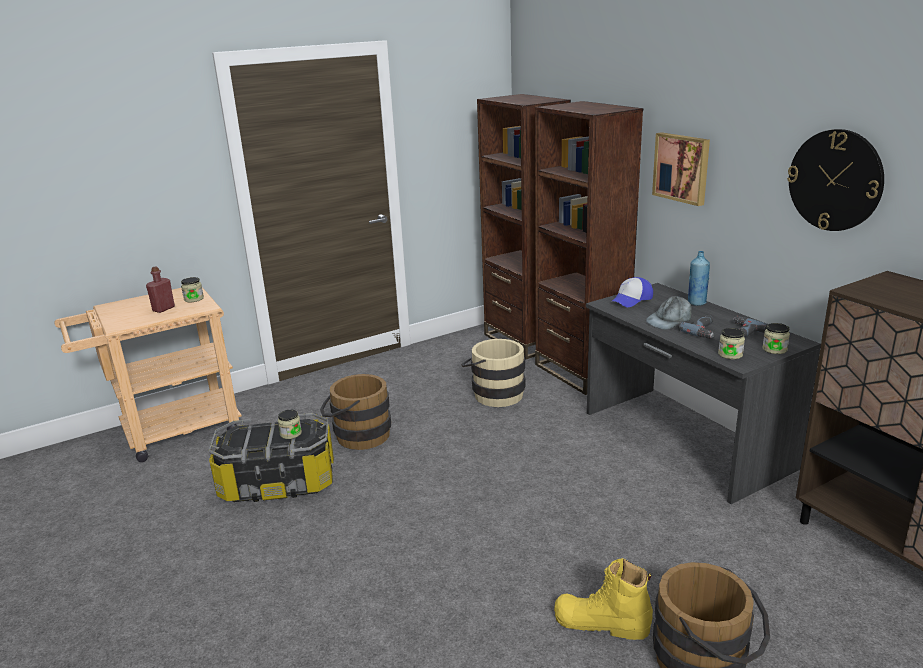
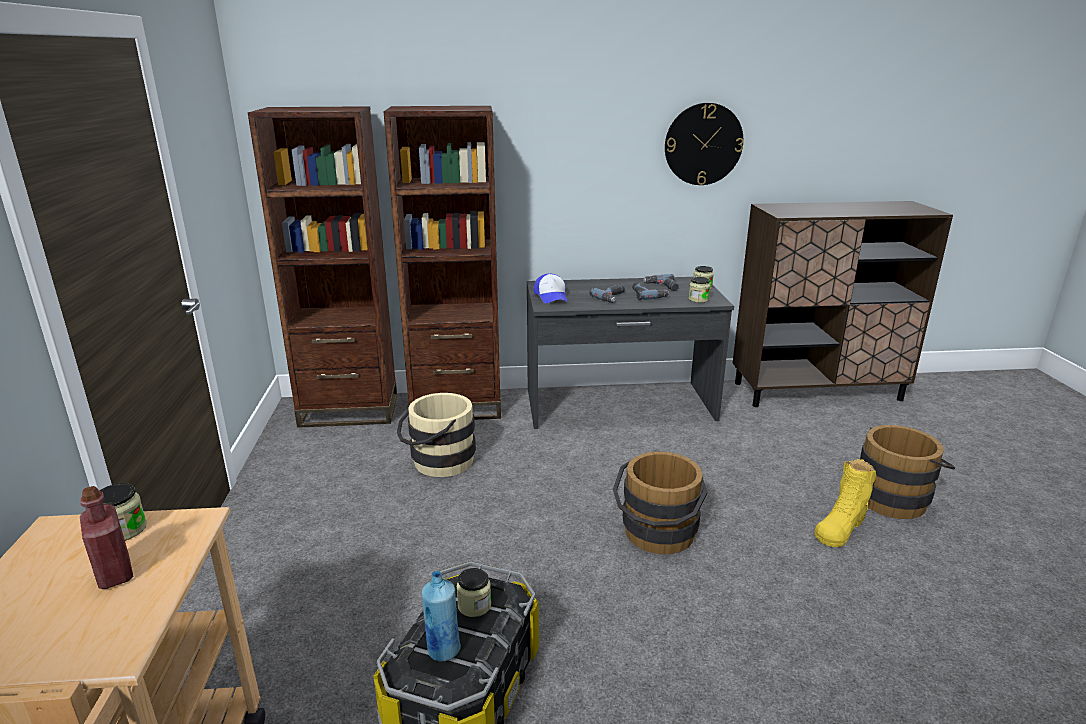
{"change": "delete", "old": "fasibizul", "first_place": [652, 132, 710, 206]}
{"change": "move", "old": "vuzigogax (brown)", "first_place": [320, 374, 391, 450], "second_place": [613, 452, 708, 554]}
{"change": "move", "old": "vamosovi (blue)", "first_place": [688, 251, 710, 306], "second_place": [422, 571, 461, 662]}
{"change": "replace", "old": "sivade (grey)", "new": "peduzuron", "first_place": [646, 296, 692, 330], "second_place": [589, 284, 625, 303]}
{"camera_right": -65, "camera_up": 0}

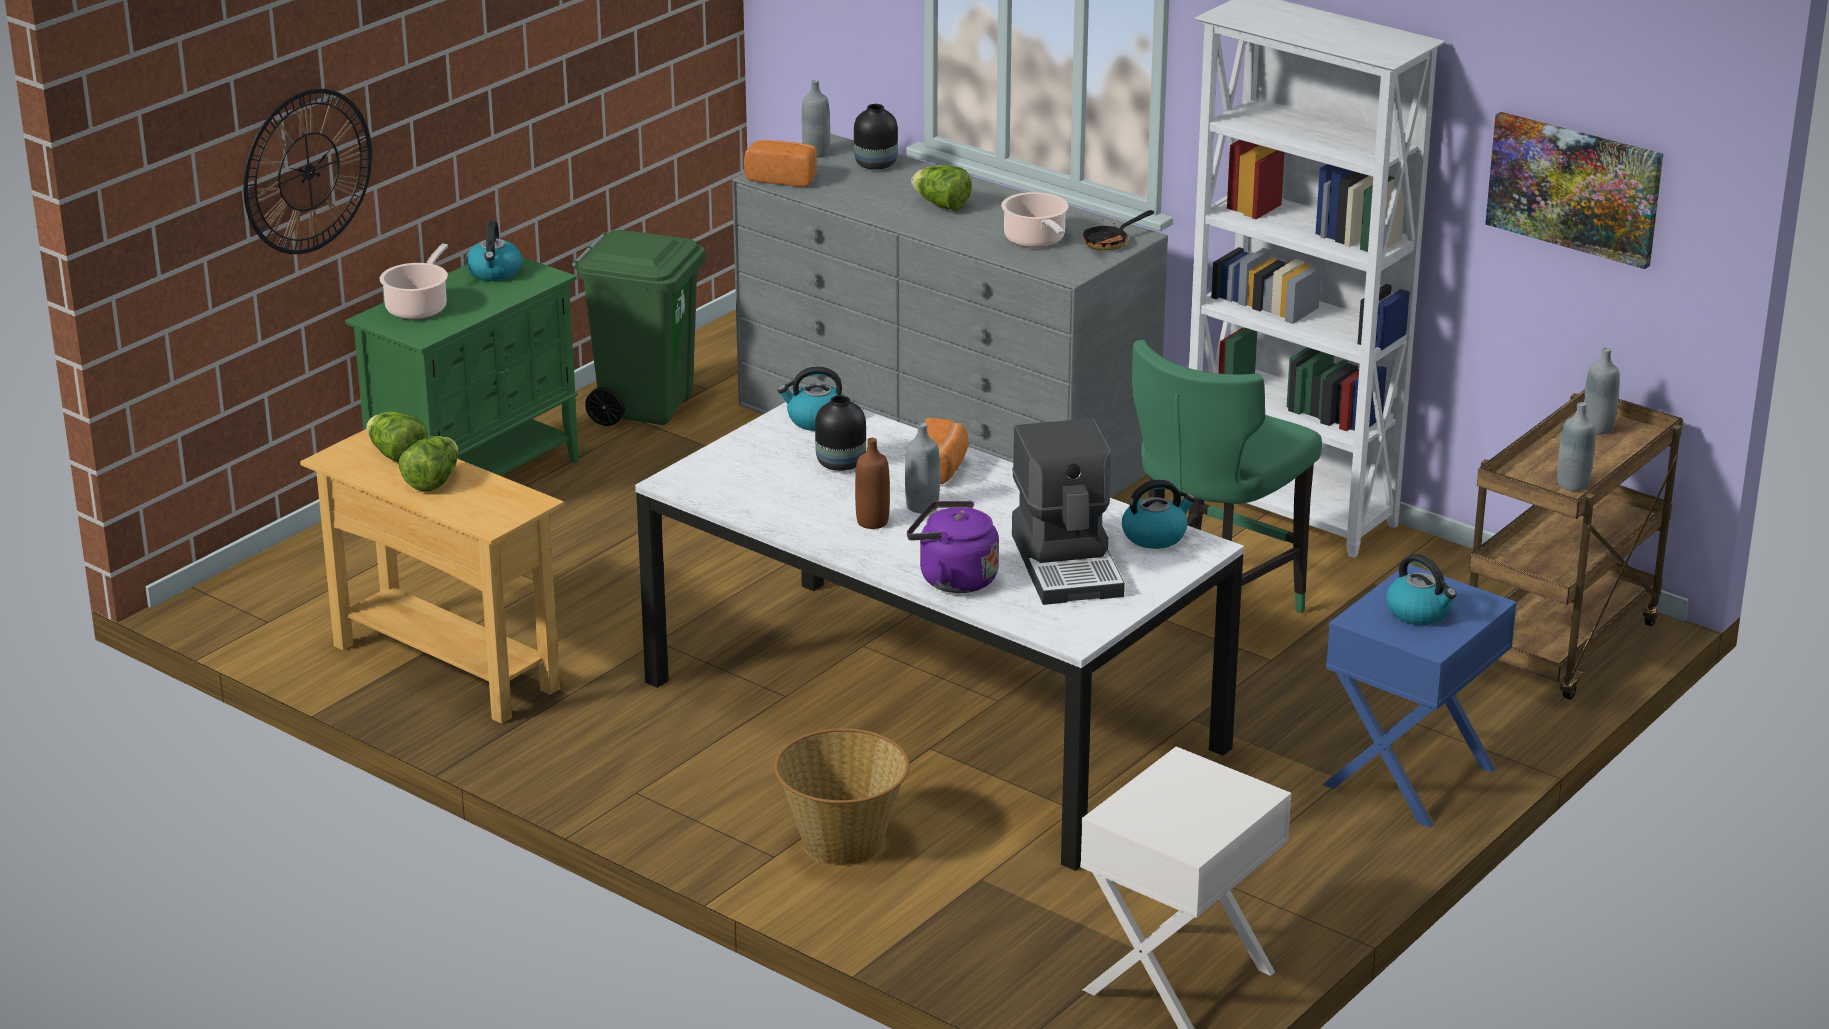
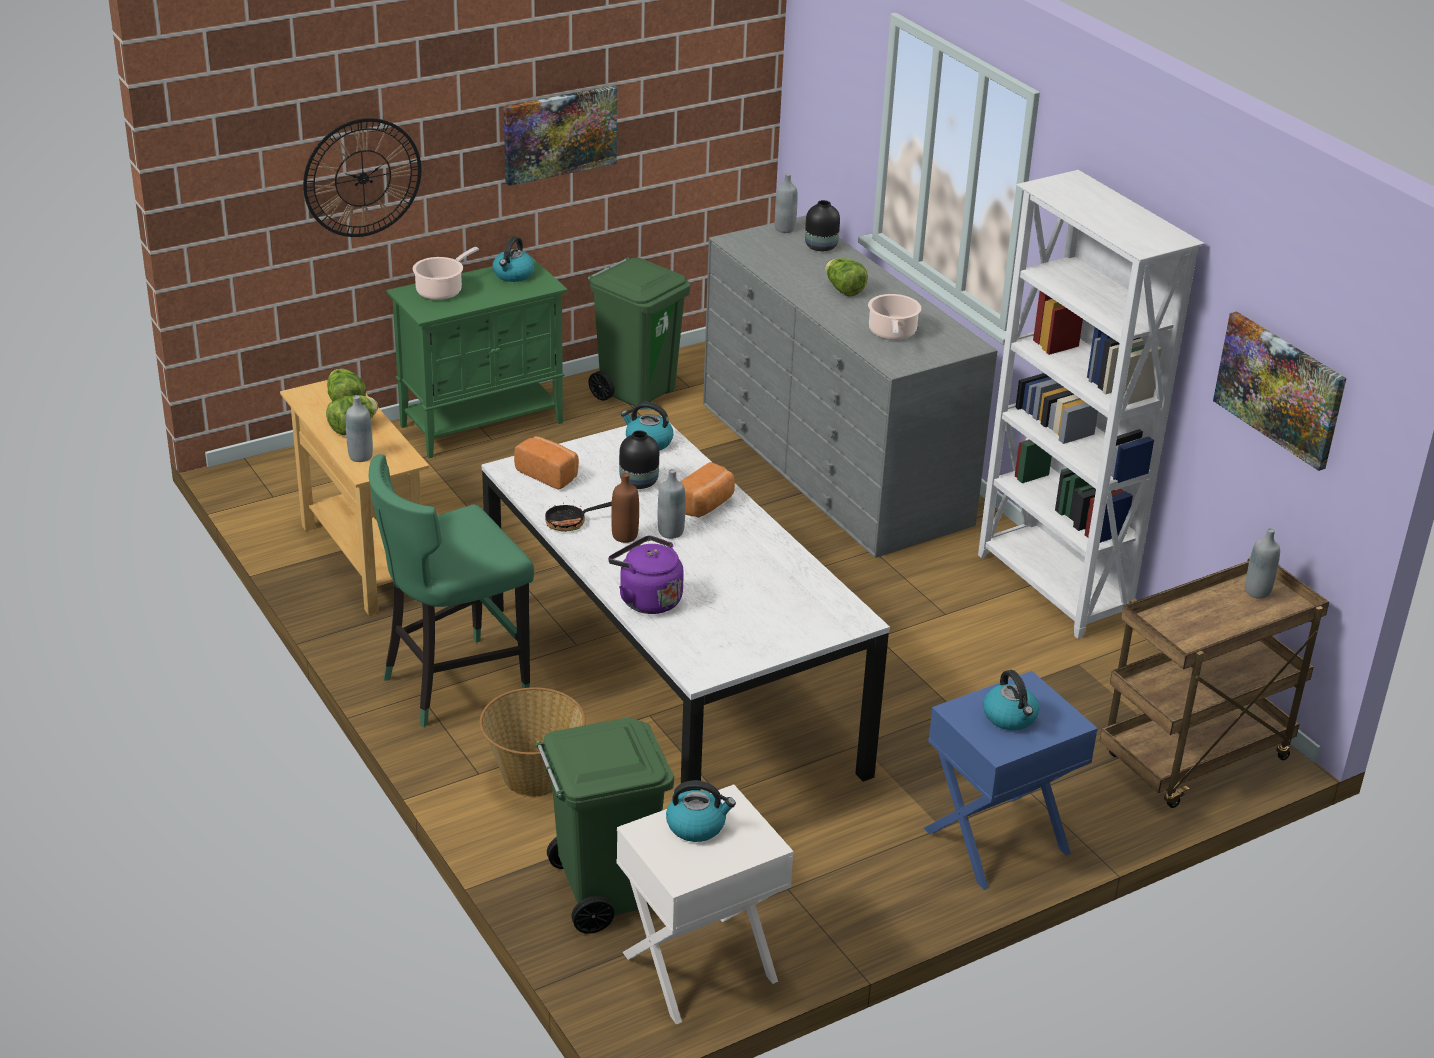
{"change": "delete", "old": "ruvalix", "first_place": [1012, 418, 1125, 605]}
{"change": "insert", "new": "fasibizul", "second_place": [503, 86, 617, 186]}
{"change": "insert", "new": "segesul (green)", "second_place": [536, 718, 674, 934]}
{"change": "move", "old": "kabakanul", "first_place": [744, 140, 817, 187], "second_place": [514, 436, 579, 489]}
{"change": "move", "old": "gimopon", "first_place": [1083, 210, 1154, 250], "second_place": [545, 501, 612, 532]}
{"change": "move", "old": "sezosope", "first_place": [1122, 480, 1196, 549], "second_place": [666, 781, 736, 842]}
{"change": "move", "old": "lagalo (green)", "first_place": [1132, 340, 1322, 613], "second_place": [369, 454, 534, 727]}
{"change": "move", "old": "vamosovi (grey)", "first_place": [1557, 402, 1595, 491], "second_place": [346, 395, 373, 462]}
{"camera_right": 20, "camera_up": 5}

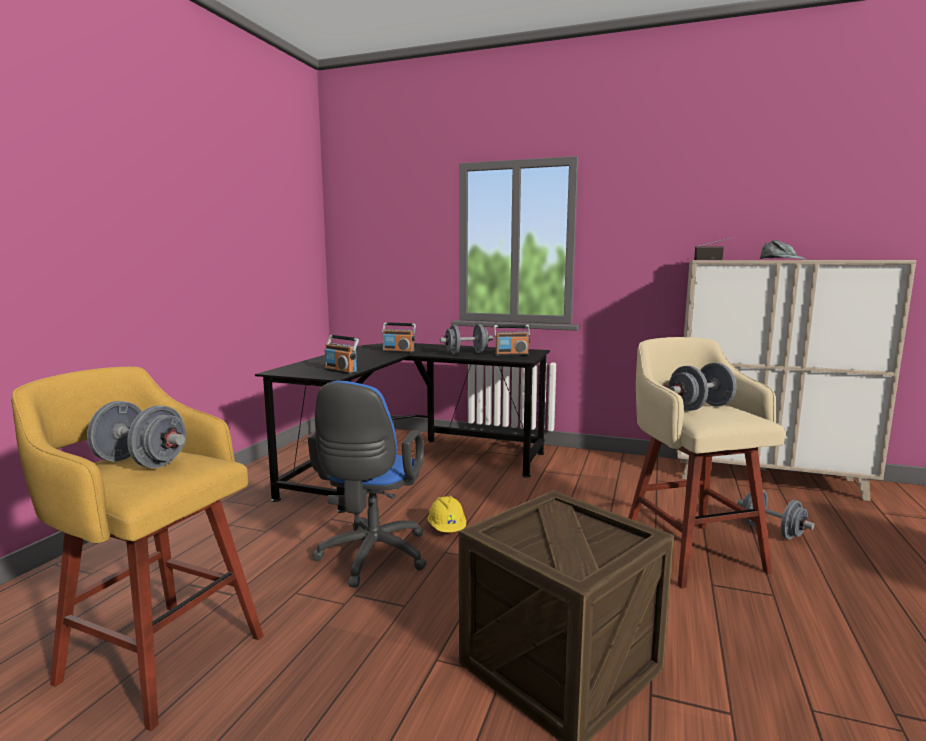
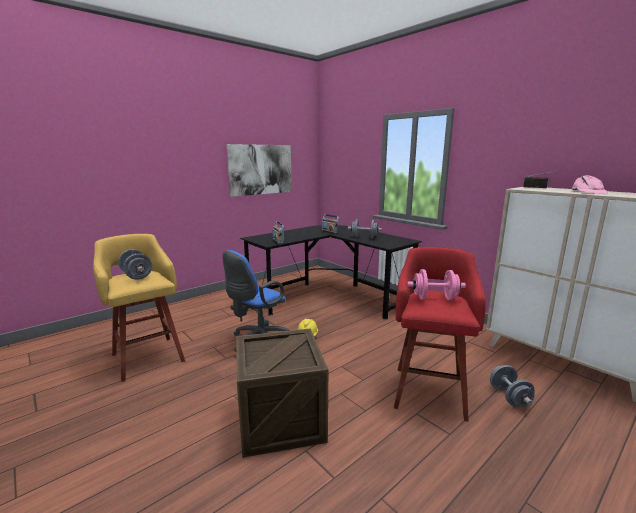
{"change": "delete", "old": "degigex", "first_place": [494, 325, 530, 356]}
{"change": "insert", "new": "fasibizul", "second_place": [227, 144, 292, 197]}
{"change": "recolor", "old": "lagalo (beige)", "new": "lagalo (red)", "first_place": [628, 337, 786, 588], "second_place": [394, 247, 486, 422]}
{"change": "recolor", "old": "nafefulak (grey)", "new": "nafefulak (pink)", "first_place": [668, 363, 736, 411], "second_place": [407, 269, 466, 300]}
{"change": "recolor", "old": "sivade (grey)", "new": "sivade (pink)", "first_place": [760, 240, 807, 260], "second_place": [571, 175, 608, 194]}
{"camera_right": 30, "camera_up": 5}

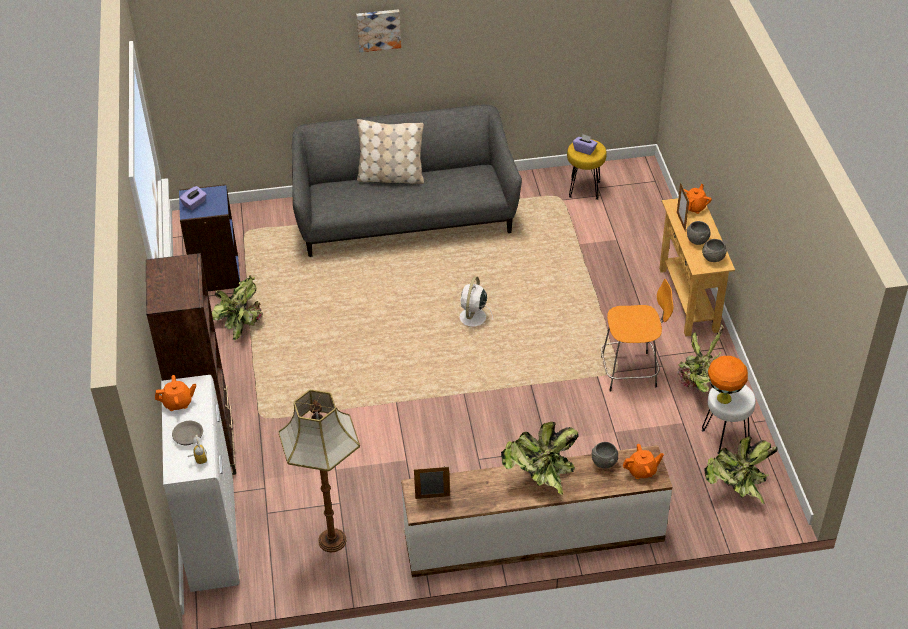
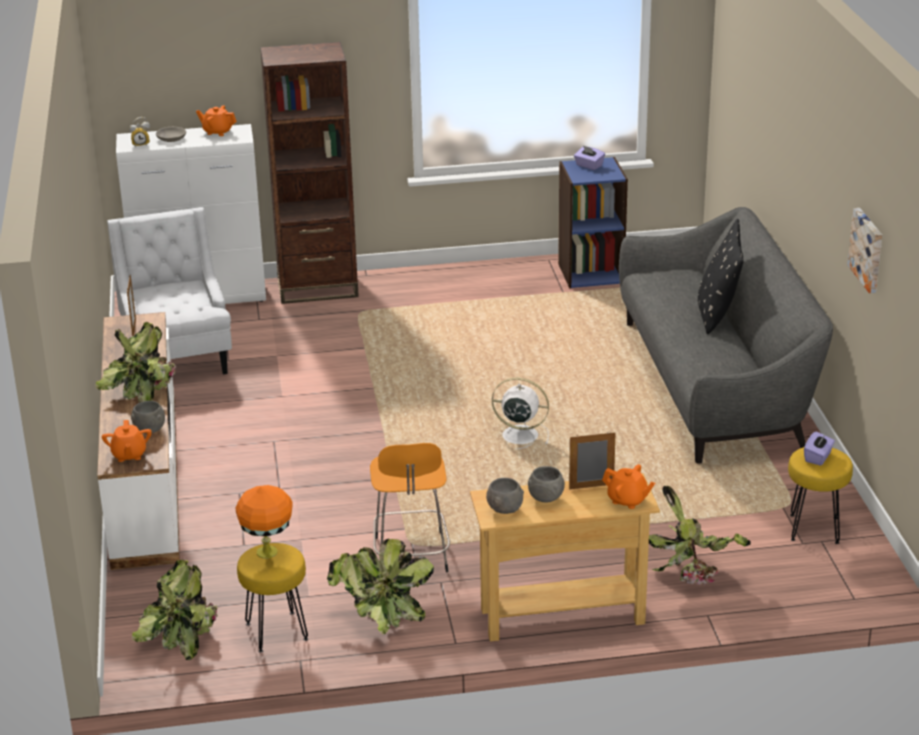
{"change": "move", "old": "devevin", "first_place": [212, 275, 263, 340], "second_place": [649, 486, 751, 585]}
{"change": "move", "old": "fasibizul", "first_place": [356, 9, 401, 52], "second_place": [847, 208, 882, 293]}
{"change": "replace", "old": "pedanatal", "new": "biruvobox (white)", "first_place": [278, 389, 360, 552], "second_place": [107, 207, 232, 375]}
{"change": "recolor", "old": "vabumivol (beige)", "new": "vabumivol (black)", "first_place": [357, 119, 424, 184], "second_place": [698, 219, 744, 334]}
{"change": "recolor", "old": "lagalo (white)", "new": "lagalo (yellow)", "first_place": [702, 385, 756, 454], "second_place": [237, 543, 308, 653]}
{"change": "rotate", "old": "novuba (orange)", "first_place": [155, 375, 196, 411], "second_place": [196, 105, 237, 136], "degrees": 120}
{"camera_right": 90, "camera_up": -15}

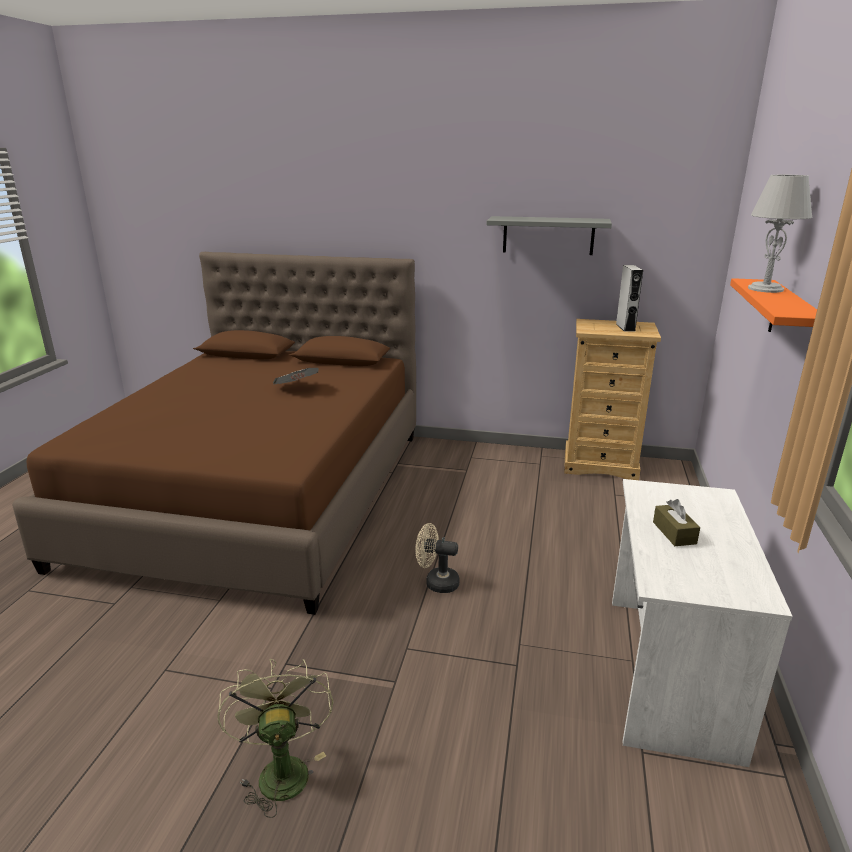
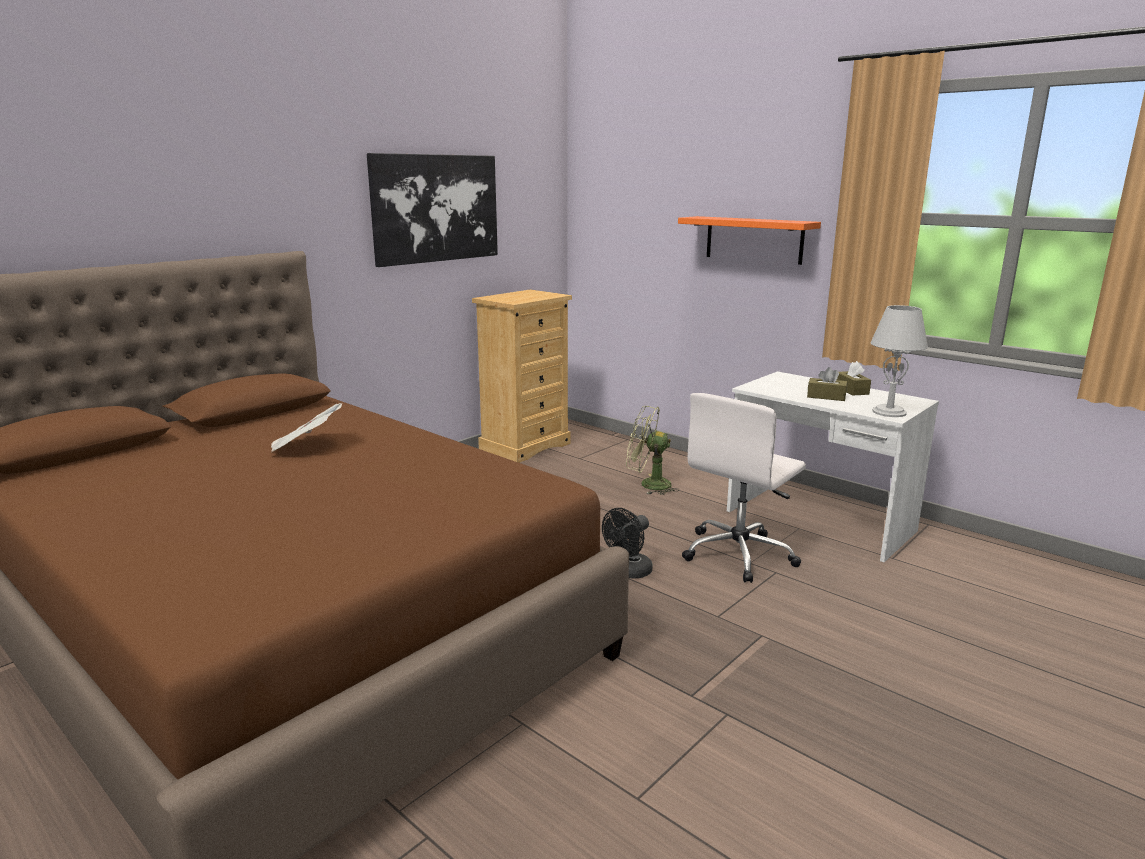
{"change": "delete", "old": "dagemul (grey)", "first_place": [616, 265, 643, 331]}
{"change": "insert", "new": "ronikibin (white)", "second_place": [682, 393, 806, 583]}
{"change": "insert", "new": "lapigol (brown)", "second_place": [837, 361, 871, 396]}
{"change": "move", "old": "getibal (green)", "first_place": [217, 659, 334, 818], "second_place": [626, 406, 679, 495]}
{"change": "move", "old": "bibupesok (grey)", "first_place": [748, 175, 812, 293], "second_place": [870, 305, 928, 417]}
{"change": "replace", "old": "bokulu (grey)", "new": "fasibizul", "first_place": [486, 216, 612, 255], "second_place": [367, 153, 498, 267]}
{"change": "recolor", "old": "getibal (beige)", "new": "getibal (black)", "first_place": [415, 523, 460, 593], "second_place": [602, 508, 653, 578]}
{"camera_right": -60, "camera_up": -5}

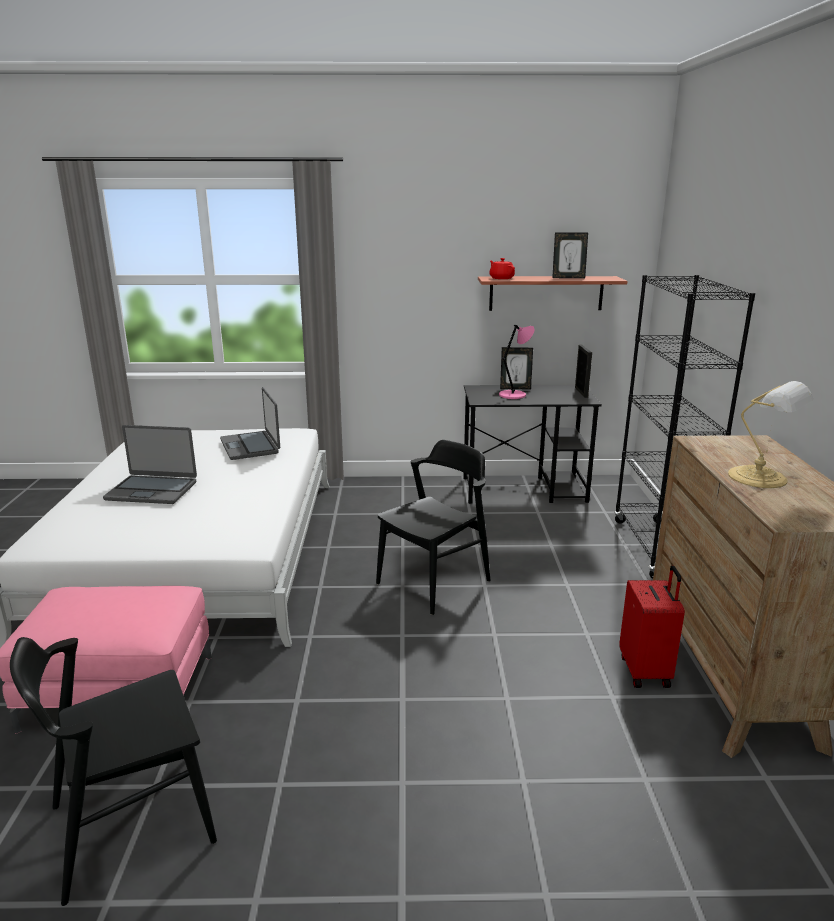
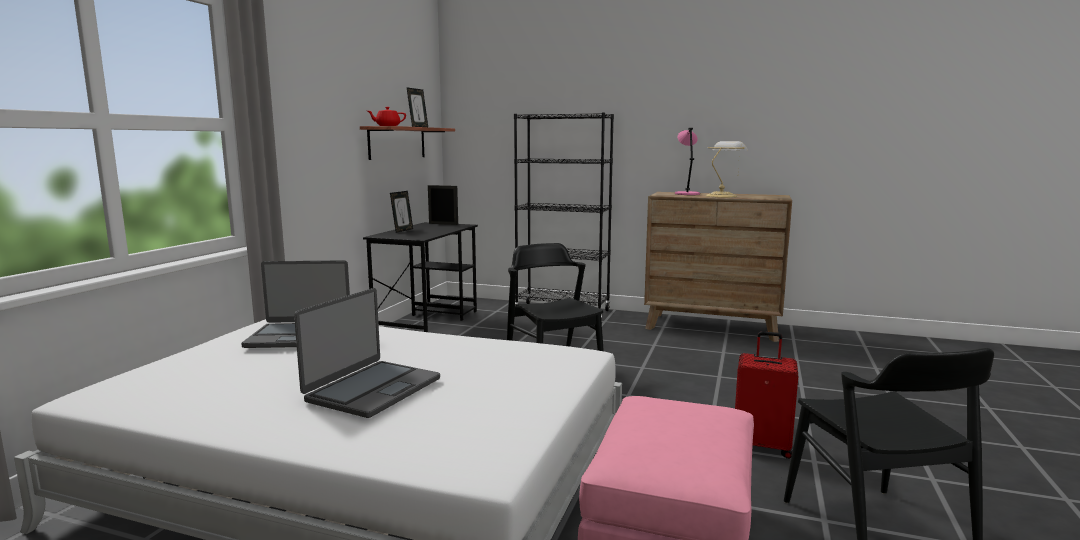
{"change": "move", "old": "bibupesok (pink)", "first_place": [499, 325, 534, 399], "second_place": [675, 128, 700, 195]}
{"change": "move", "old": "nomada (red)", "first_place": [619, 566, 685, 688], "second_place": [735, 331, 798, 459]}
{"camera_right": -70, "camera_up": -10}

